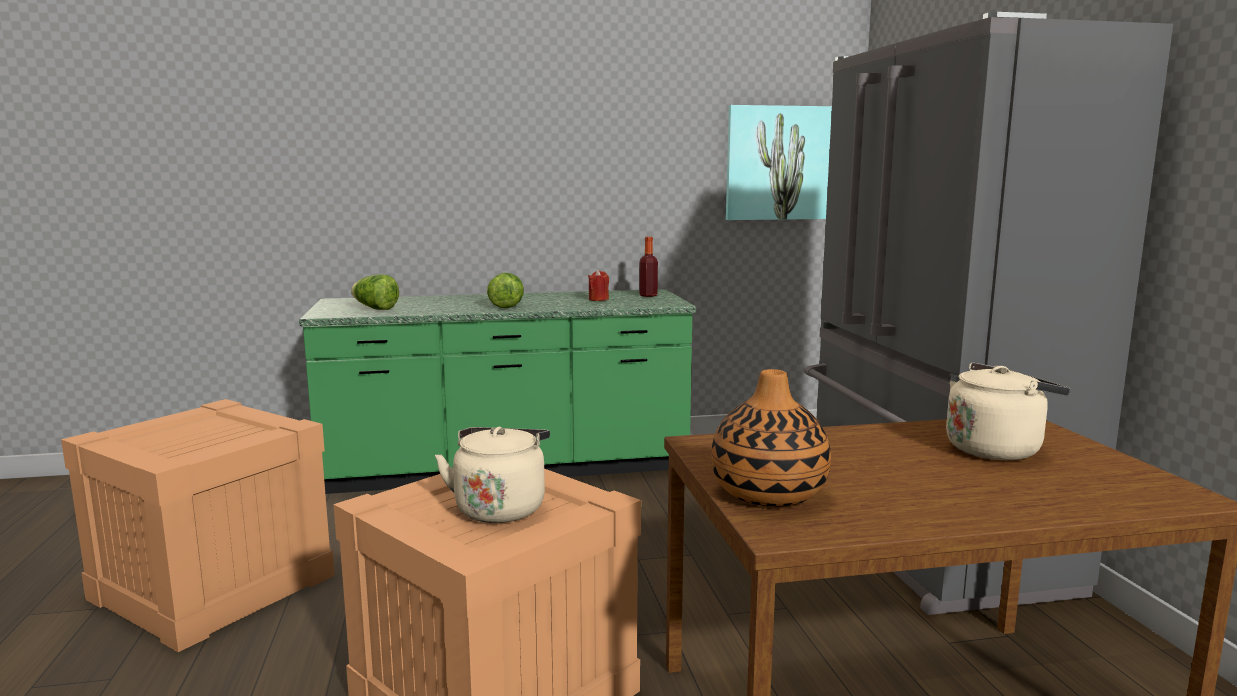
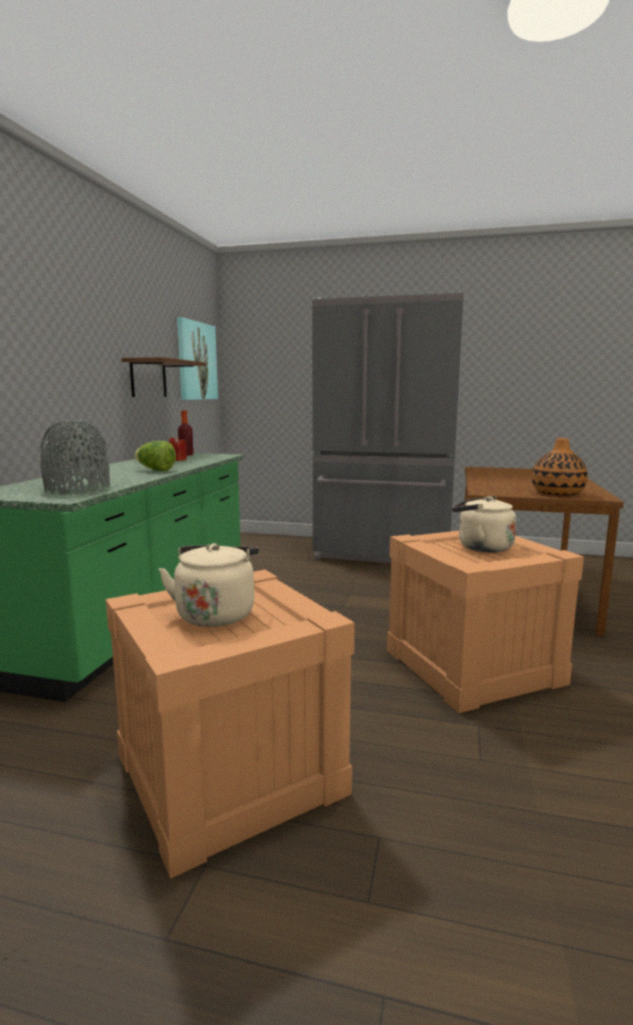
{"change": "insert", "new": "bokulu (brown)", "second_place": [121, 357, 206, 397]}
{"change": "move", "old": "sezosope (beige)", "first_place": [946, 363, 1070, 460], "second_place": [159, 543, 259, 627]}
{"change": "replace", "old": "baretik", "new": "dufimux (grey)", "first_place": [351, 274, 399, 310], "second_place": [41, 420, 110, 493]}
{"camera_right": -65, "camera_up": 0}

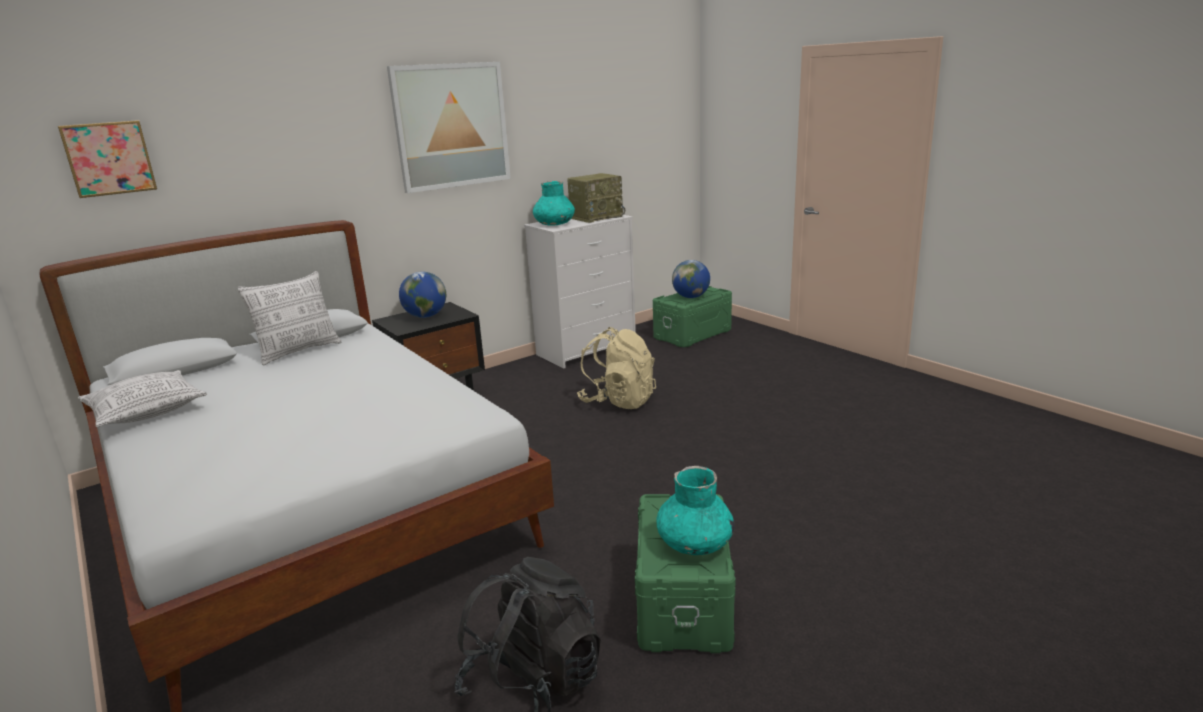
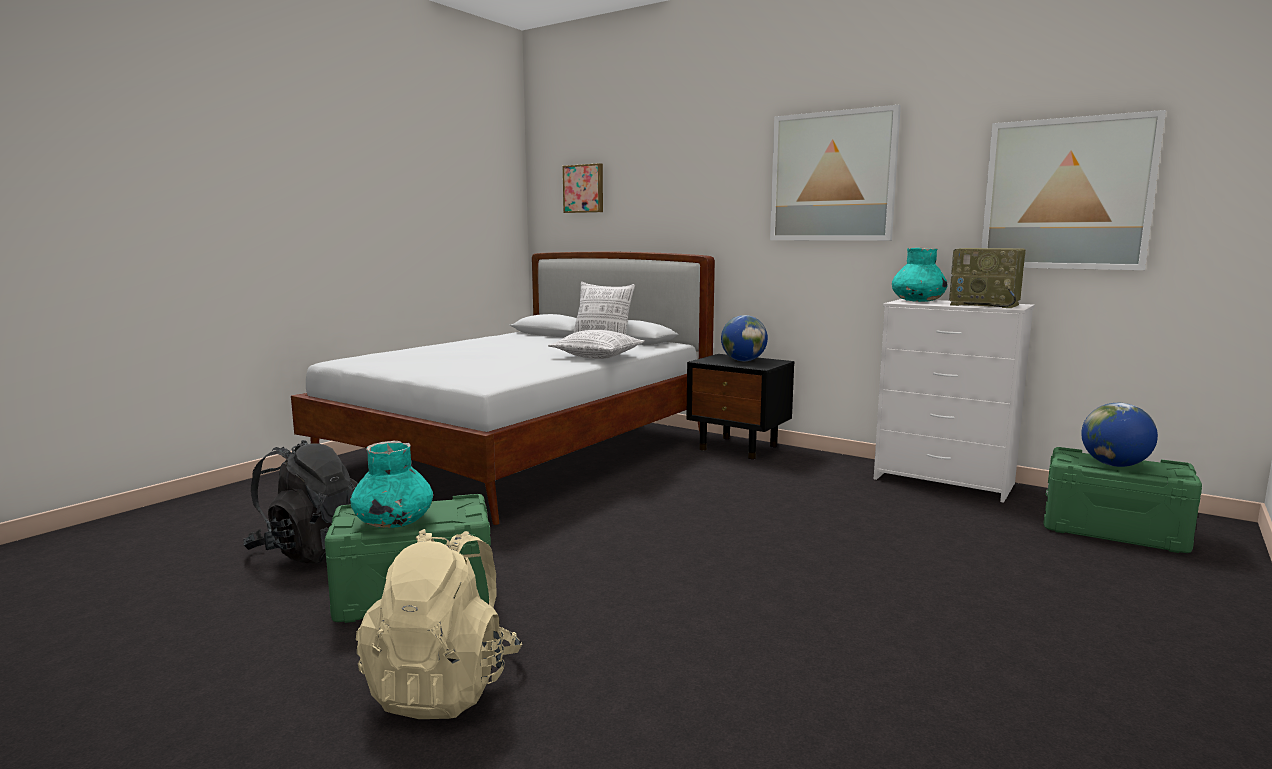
{"change": "insert", "new": "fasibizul", "second_place": [981, 110, 1166, 270]}
{"change": "move", "old": "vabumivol", "first_place": [78, 370, 207, 427], "second_place": [548, 330, 645, 359]}
{"change": "move", "old": "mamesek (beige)", "first_place": [577, 327, 656, 409], "second_place": [356, 529, 522, 719]}
{"camera_right": 70, "camera_up": -10}

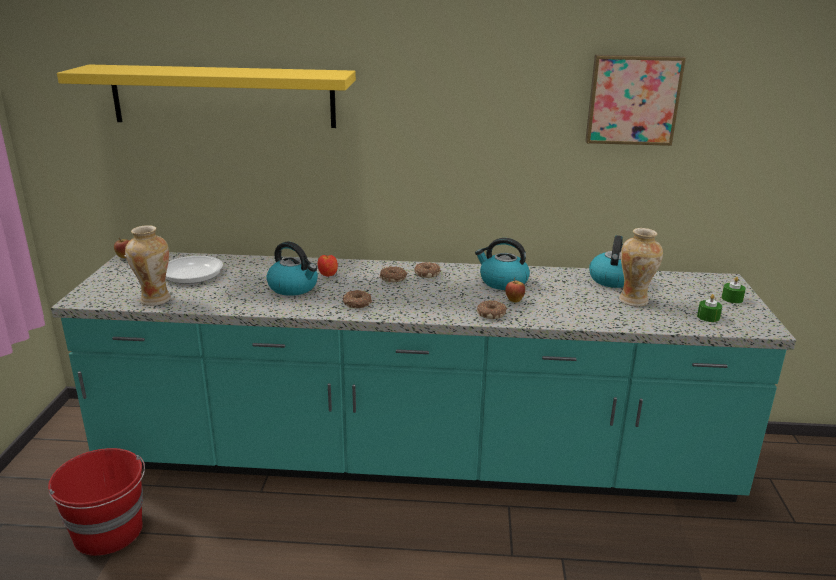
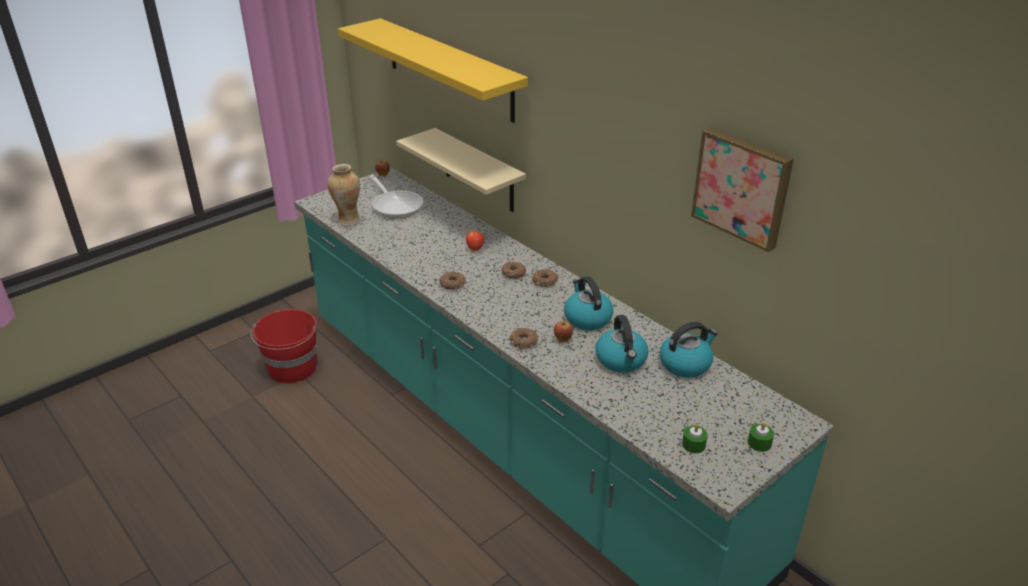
{"change": "delete", "old": "dufimux", "first_place": [619, 228, 663, 307]}
{"change": "insert", "new": "bokulu (beige)", "second_place": [396, 128, 526, 212]}
{"change": "move", "old": "sezosope", "first_place": [266, 242, 318, 296], "second_place": [595, 315, 648, 373]}
{"camera_right": 45, "camera_up": 10}

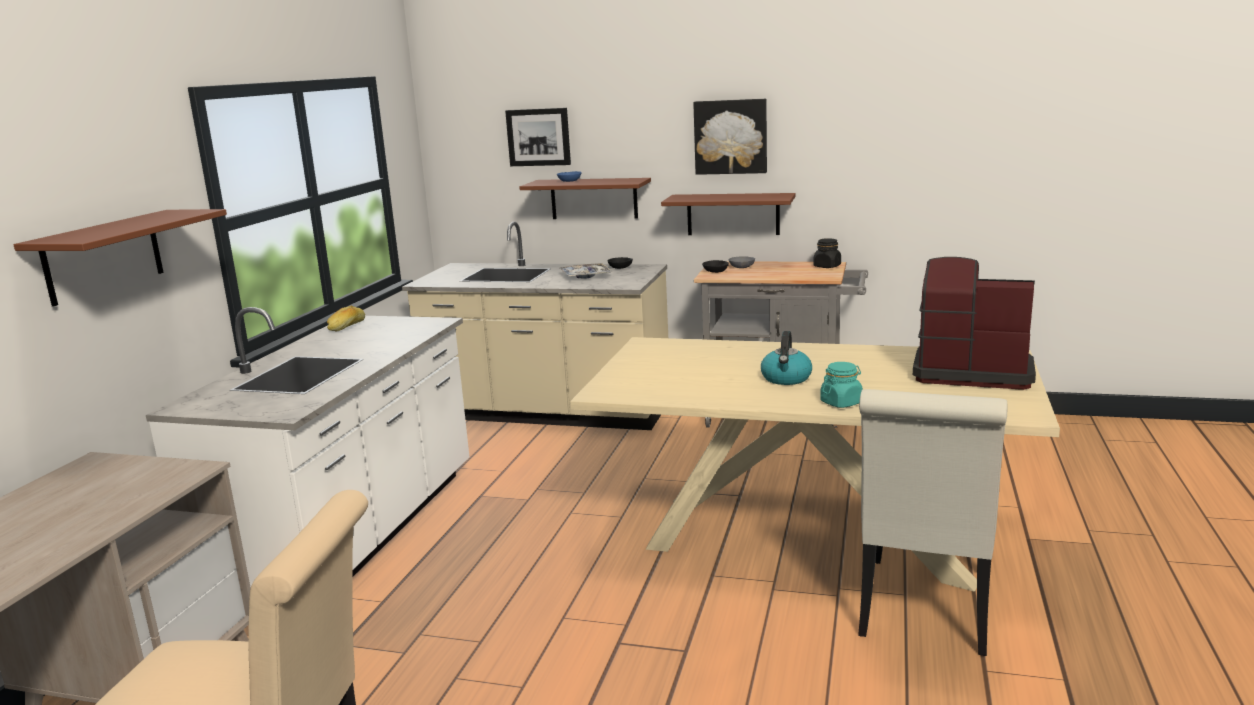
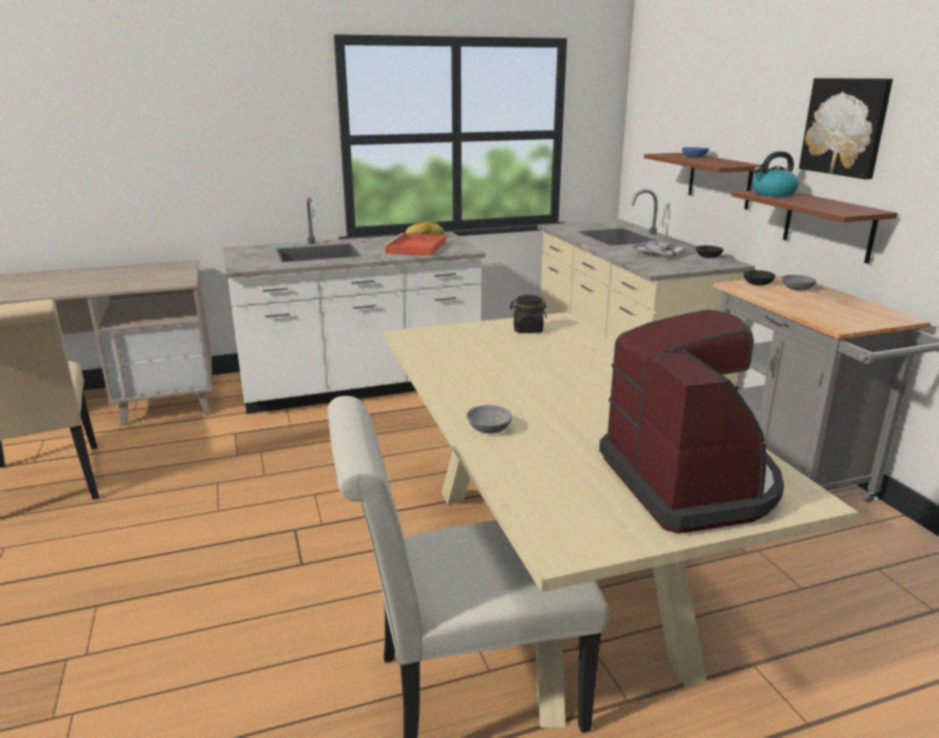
{"change": "delete", "old": "bokulu (brown)", "first_place": [14, 209, 227, 307]}
{"change": "delete", "old": "fasibizul", "first_place": [505, 108, 571, 166]}
{"change": "insert", "new": "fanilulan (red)", "second_place": [383, 233, 446, 256]}
{"change": "move", "old": "sezosope", "first_place": [761, 331, 812, 385], "second_place": [752, 151, 799, 197]}
{"change": "move", "old": "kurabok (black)", "first_place": [814, 238, 841, 268], "second_place": [510, 295, 547, 333]}
{"change": "replace", "old": "kurabok (turquoise)", "new": "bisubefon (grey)", "first_place": [821, 362, 863, 408], "second_place": [466, 405, 512, 434]}
{"camera_right": 55, "camera_up": 5}

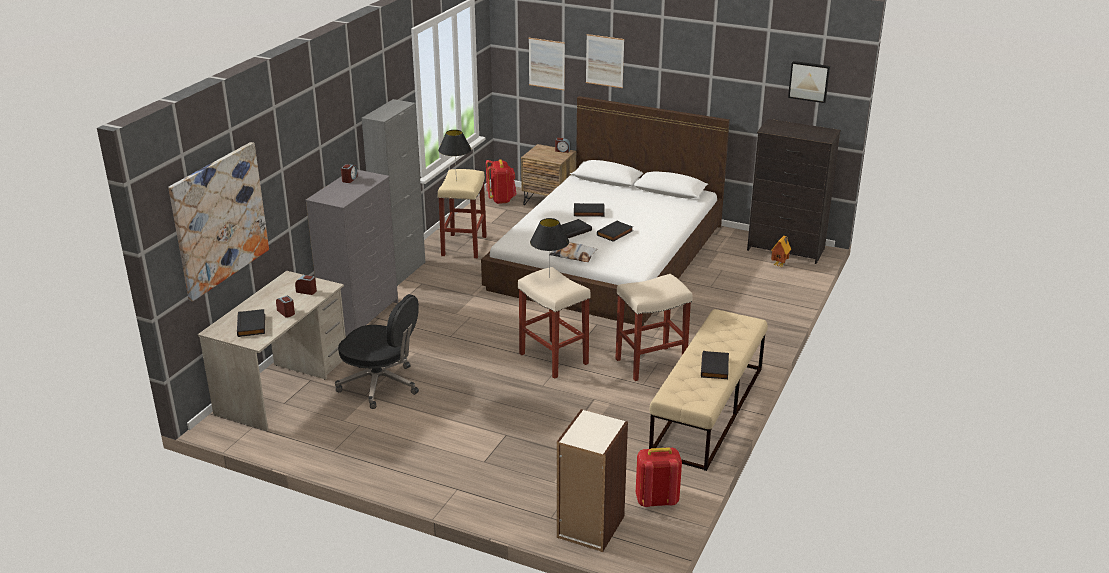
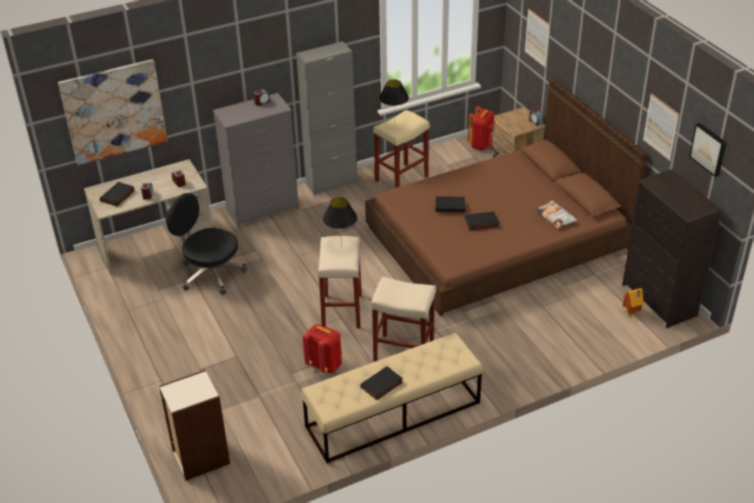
{"change": "delete", "old": "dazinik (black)", "first_place": [574, 203, 605, 217]}
{"change": "move", "old": "vabumivol", "first_place": [550, 242, 598, 262], "second_place": [535, 200, 577, 229]}
{"change": "move", "old": "fasibizul", "first_place": [586, 34, 624, 88], "second_place": [643, 94, 679, 161]}
{"change": "move", "old": "mamesek (red)", "first_place": [636, 447, 682, 507], "second_place": [303, 324, 342, 373]}
{"change": "recolor", "old": "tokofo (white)", "new": "tokofo (brown)", "first_place": [481, 96, 730, 326], "second_place": [365, 78, 648, 316]}
{"change": "rotate", "old": "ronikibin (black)", "first_place": [335, 294, 419, 409], "second_place": [166, 193, 247, 295], "degrees": 150}
{"camera_right": 40, "camera_up": 10}

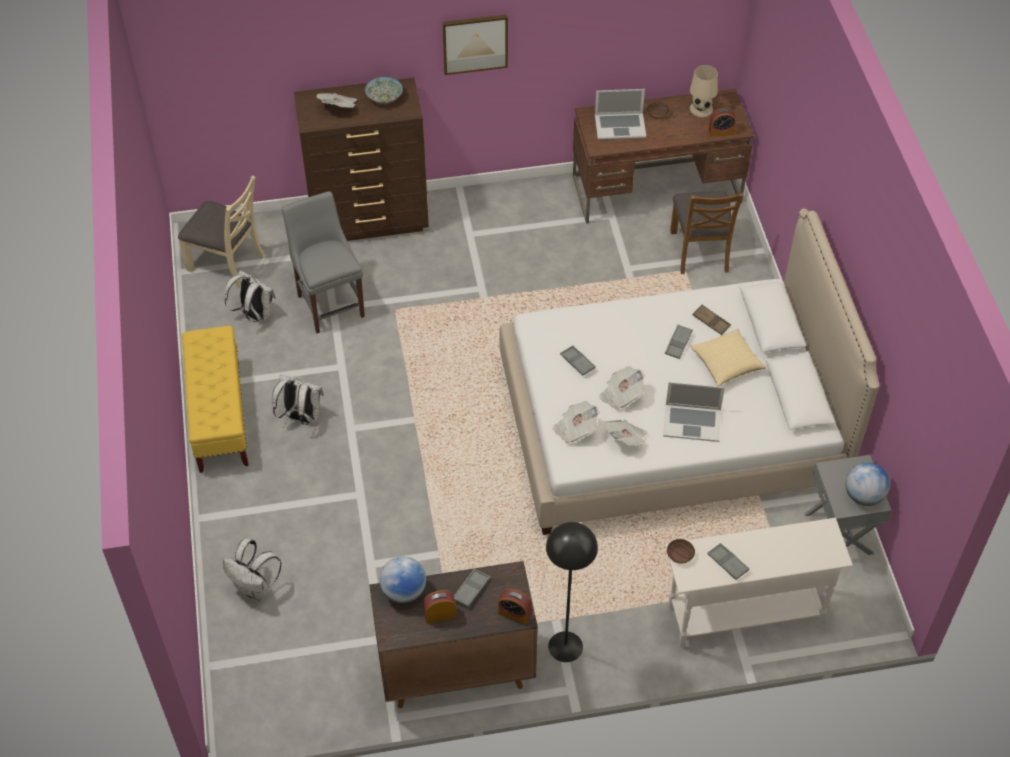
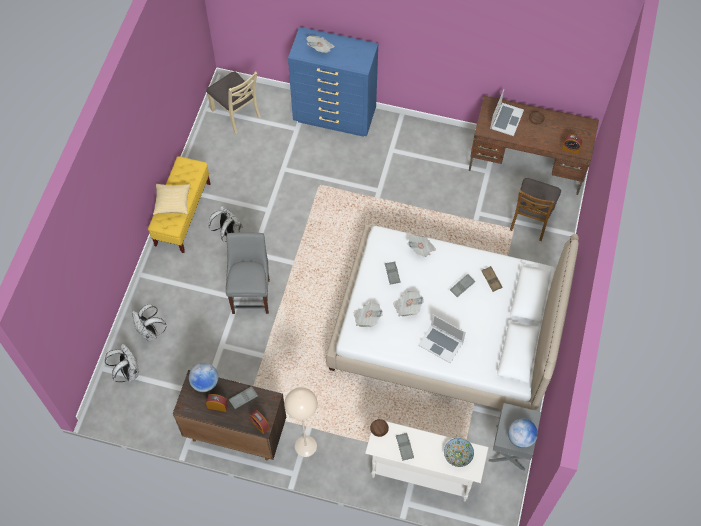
{"change": "delete", "old": "fasibizul", "first_place": [442, 15, 508, 75]}
{"change": "delete", "old": "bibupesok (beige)", "first_place": [690, 65, 718, 117]}
{"change": "move", "old": "mamesek (white)", "first_place": [224, 270, 276, 323], "second_place": [105, 344, 139, 382]}
{"change": "move", "old": "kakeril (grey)", "first_place": [282, 191, 365, 333], "second_place": [226, 232, 270, 314]}
{"change": "move", "old": "bisubefon", "first_place": [365, 76, 403, 104], "second_place": [444, 438, 474, 467]}
{"change": "move", "old": "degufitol", "first_place": [604, 420, 648, 446], "second_place": [407, 234, 436, 257]}
{"change": "move", "old": "vabumivol", "first_place": [690, 329, 766, 387], "second_place": [153, 184, 190, 215]}
{"change": "recolor", "old": "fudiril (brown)", "new": "fudiril (blue)", "first_place": [294, 78, 429, 241], "second_place": [288, 27, 378, 137]}
{"change": "recolor", "old": "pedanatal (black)", "new": "pedanatal (beige)", "first_place": [546, 522, 598, 662], "second_place": [284, 387, 318, 457]}
{"change": "rotate", "old": "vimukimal", "first_place": [595, 89, 646, 139], "second_place": [490, 90, 524, 136], "degrees": -90}
{"camera_right": 25, "camera_up": 10}

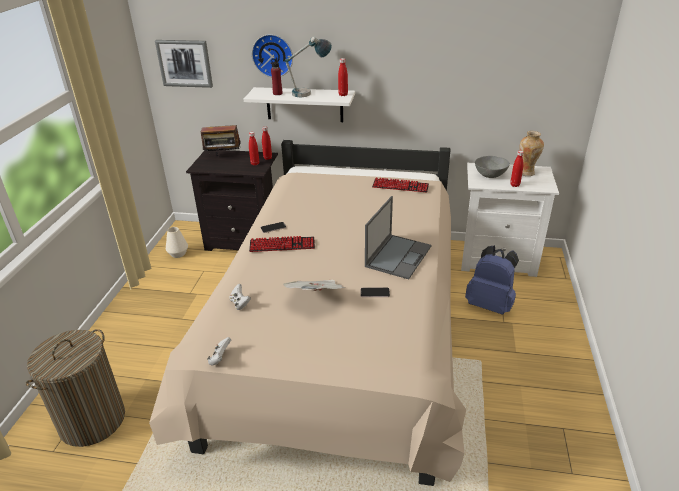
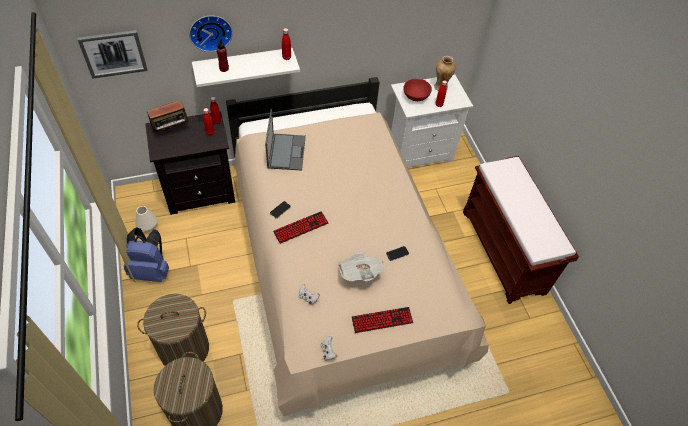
{"change": "delete", "old": "bibupesok", "first_place": [285, 37, 332, 97]}
{"change": "insert", "new": "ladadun", "second_place": [137, 294, 209, 366]}
{"change": "insert", "new": "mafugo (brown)", "second_place": [463, 156, 579, 304]}
{"change": "move", "old": "vimukimal", "first_place": [365, 196, 432, 279], "second_place": [265, 109, 306, 171]}
{"change": "move", "old": "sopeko", "first_place": [372, 177, 429, 192], "second_place": [351, 307, 413, 333]}
{"change": "move", "old": "mamesek (blue)", "first_place": [465, 245, 519, 315], "second_place": [124, 227, 169, 282]}
{"change": "recolor", "old": "bisubefon (grey)", "new": "bisubefon (red)", "first_place": [475, 156, 510, 178], "second_place": [403, 79, 432, 101]}
{"camera_right": -30, "camera_up": 20}

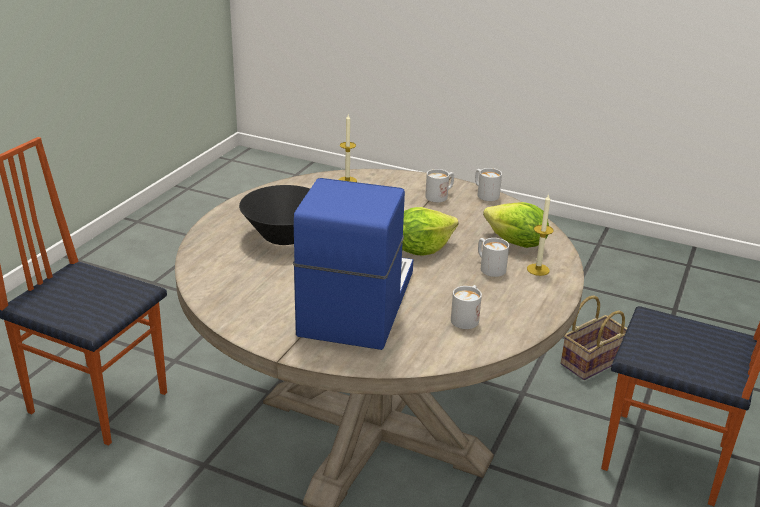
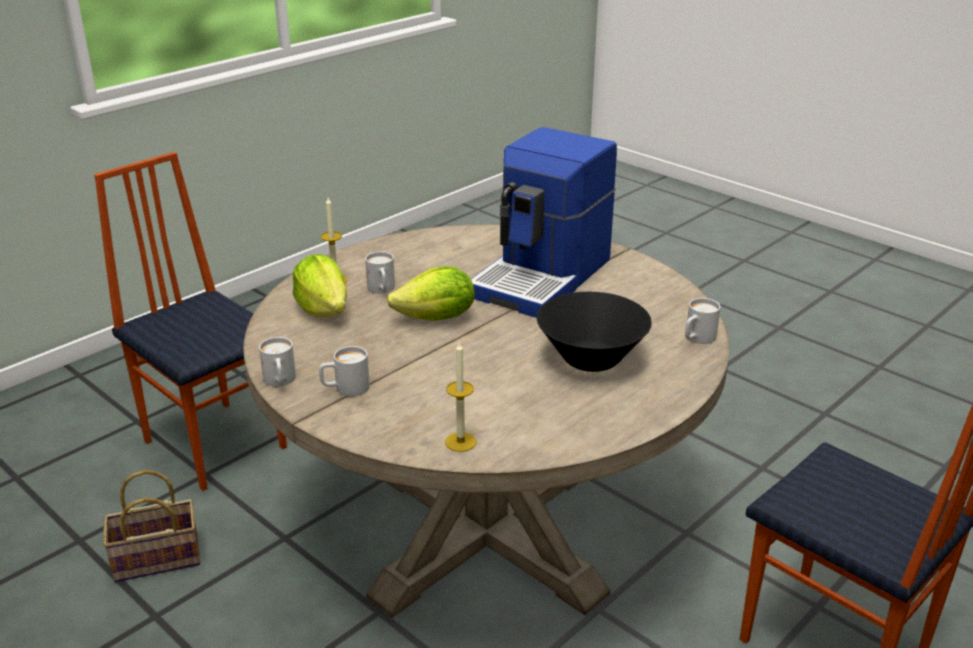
{"change": "move", "old": "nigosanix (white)", "first_place": [451, 285, 482, 329], "second_place": [685, 298, 721, 344]}
{"camera_right": -160, "camera_up": 0}

